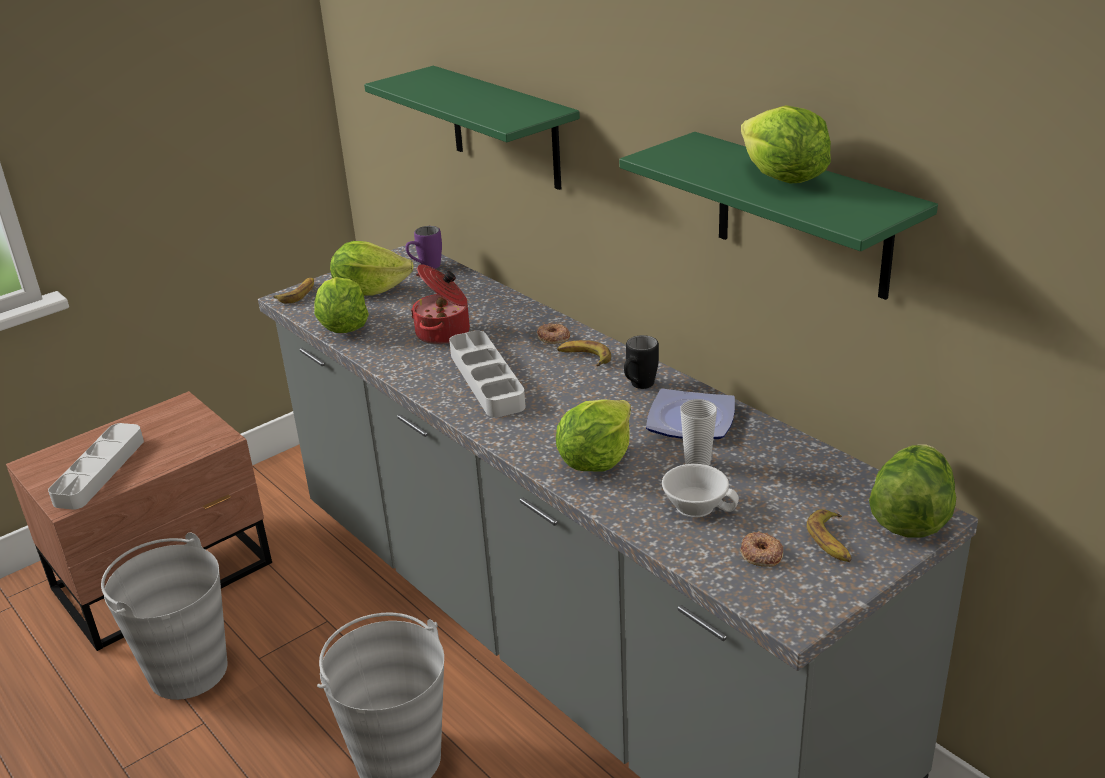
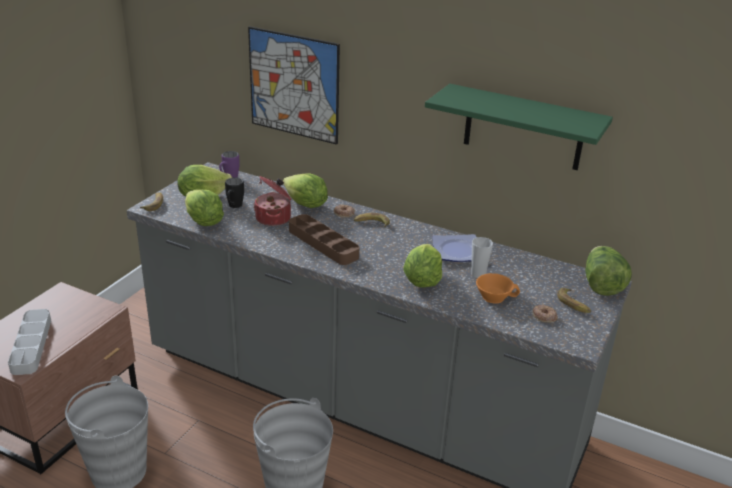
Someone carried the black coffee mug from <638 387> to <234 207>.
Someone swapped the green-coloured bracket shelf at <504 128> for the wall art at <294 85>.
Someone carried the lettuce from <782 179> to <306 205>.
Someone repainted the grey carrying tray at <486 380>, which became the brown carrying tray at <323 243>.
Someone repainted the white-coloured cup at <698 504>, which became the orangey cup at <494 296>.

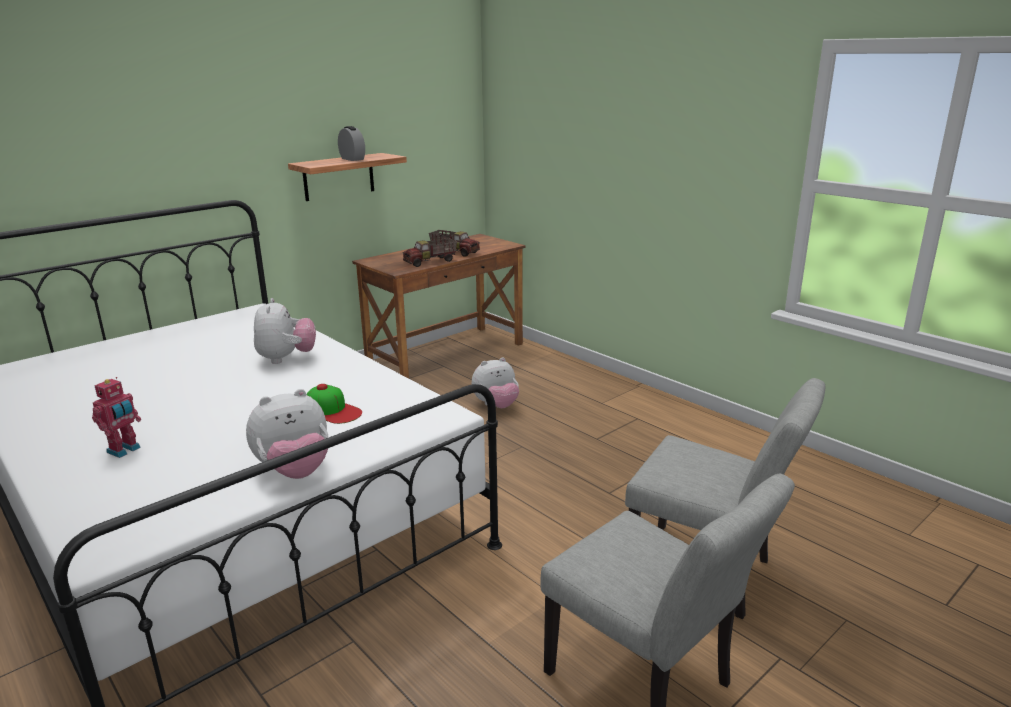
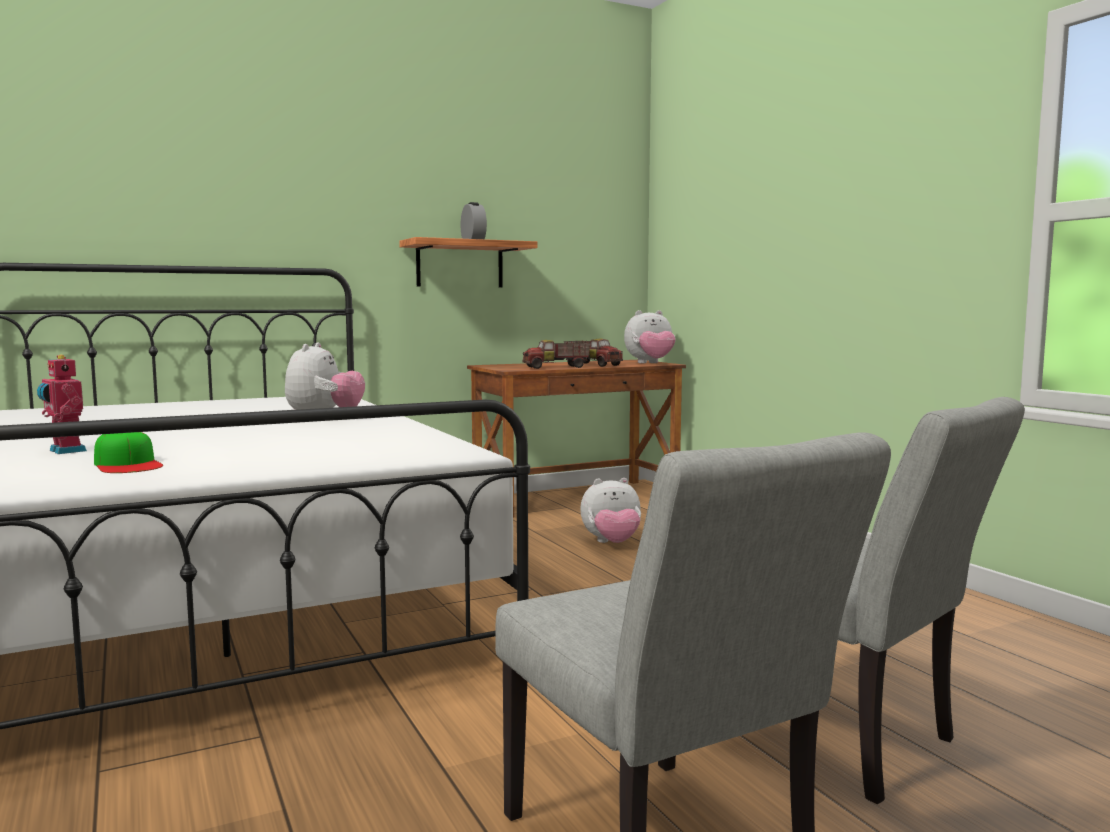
Someone rotated the robot figure at <125 450> by 90 degrees clockwise.
Someone carried the cap from <333 410> to <128 464>.
Someone carried the plush toy from <295 471> to <650 363>.

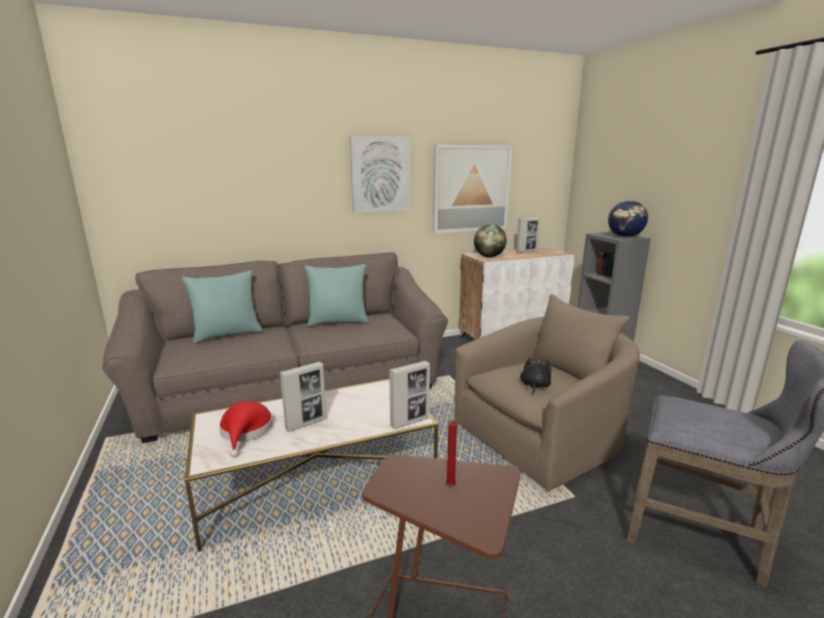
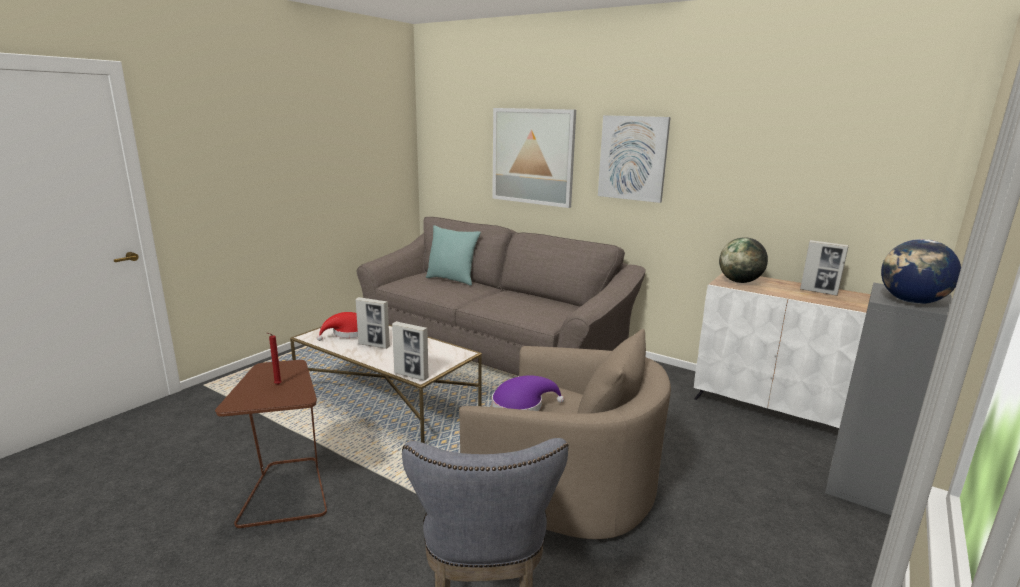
Someone carried the wall art from <471 189> to <532 156>.
Someone swapped the black plush toy at <534 386> for the purple wearable hat at <521 405>.
Someone took away the blue-green pillow at <338 322>.

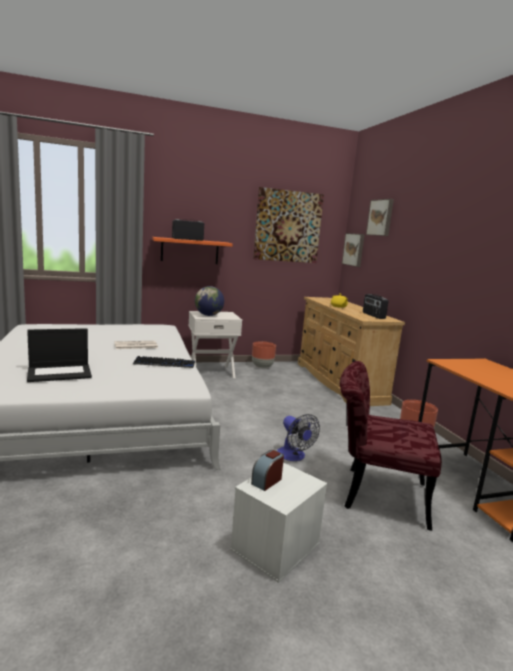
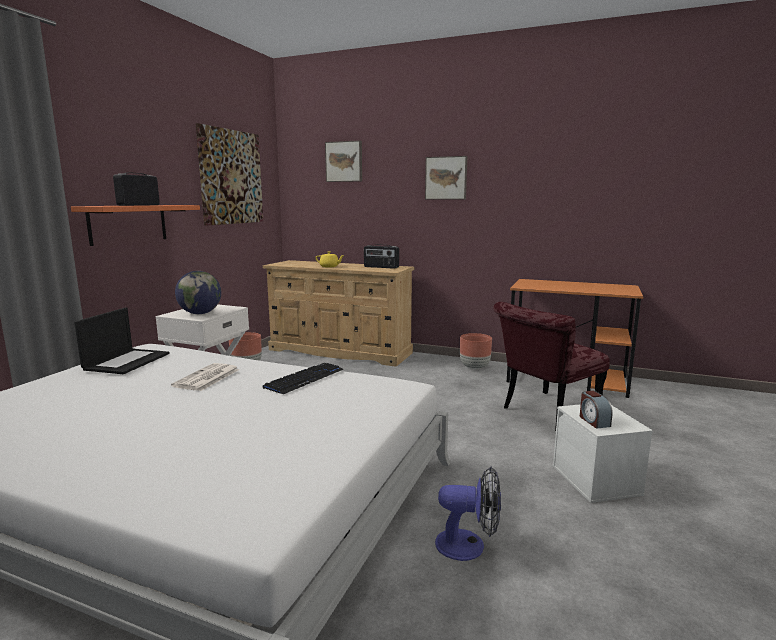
Someone carried the notebook computer from <60 373> to <127 361>.
Someone carried the wall art from <354 249> to <446 178>.
Someone carried the electric fan from <294 456> to <469 545>.

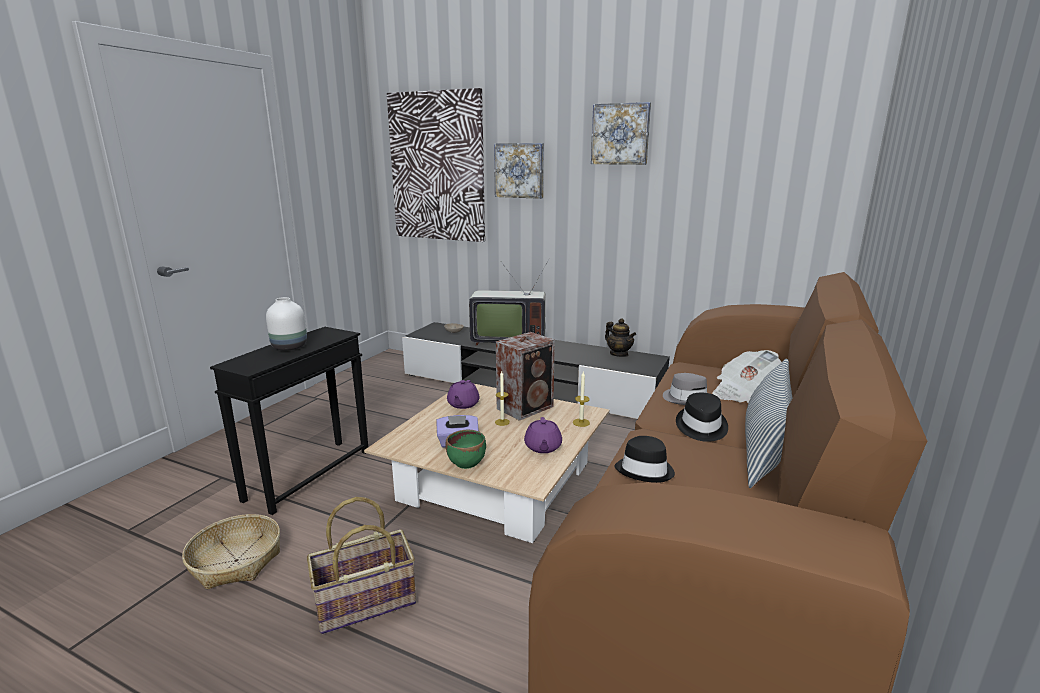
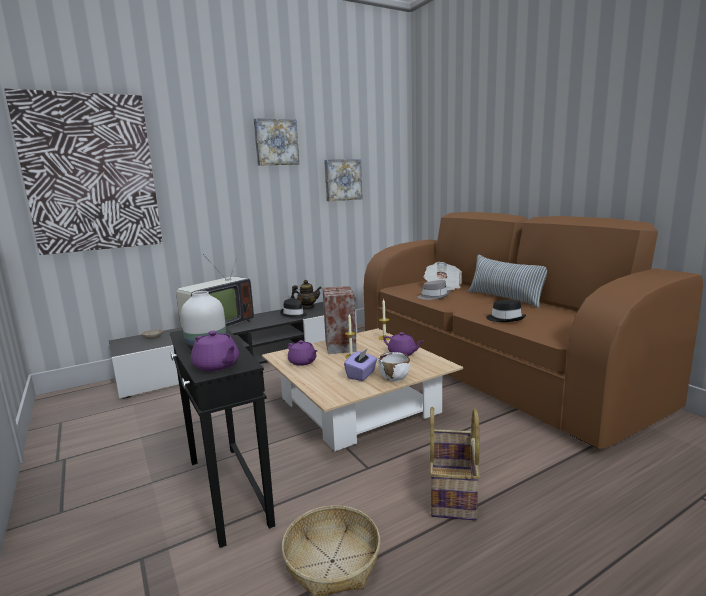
Someone put down the purple teapot at <217 366>.
Someone carried the black wearable hat from <701 427> to <294 315>.
Someone carried the wall art from <520 170> to <342 180>.
Someone repainted the green-coloured bowl at <466 462>, which became the white-coloured bowl at <394 377>.

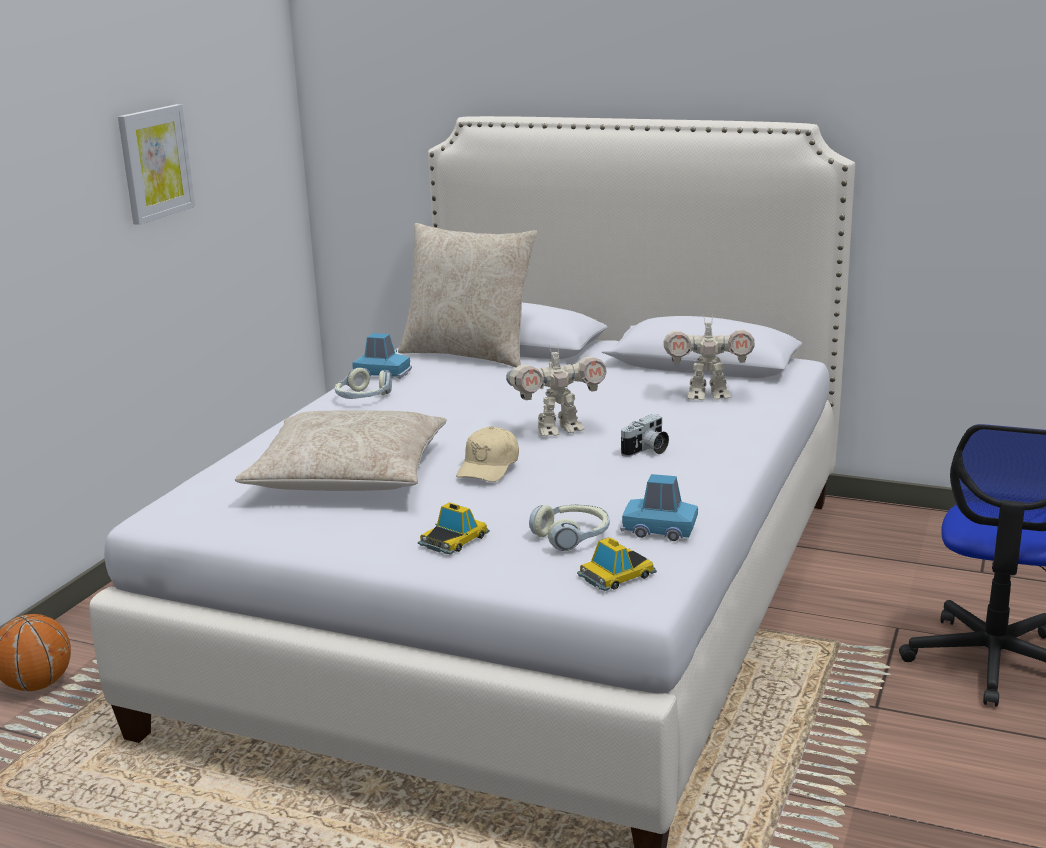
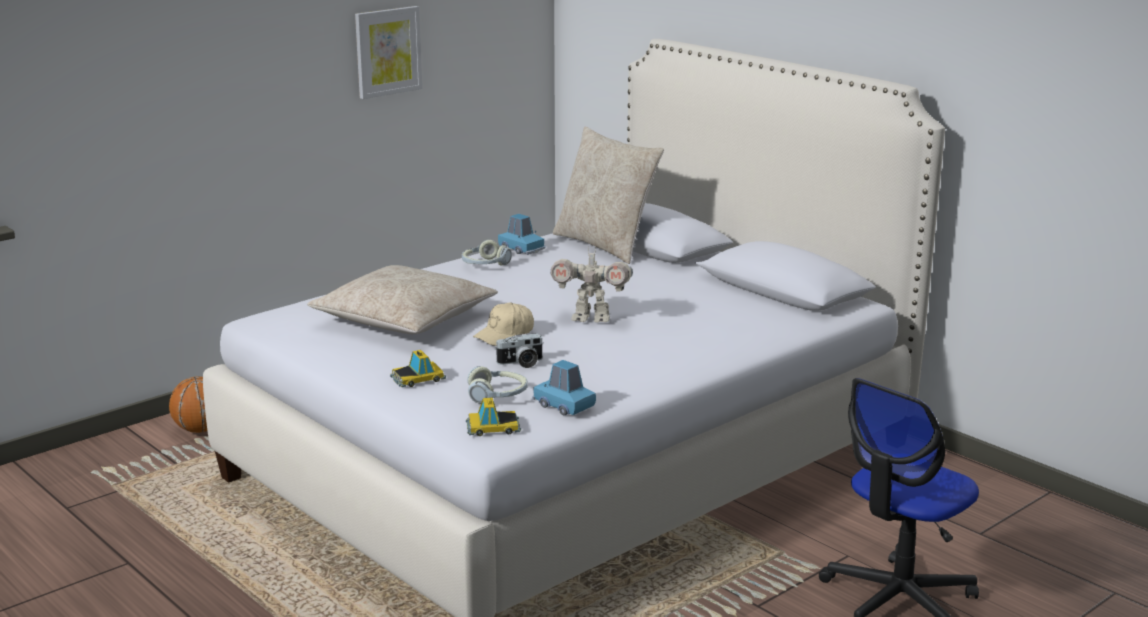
Someone carried the photo camera from <646 451> to <521 363>.
Someone took away the robot figure at <707 396>.

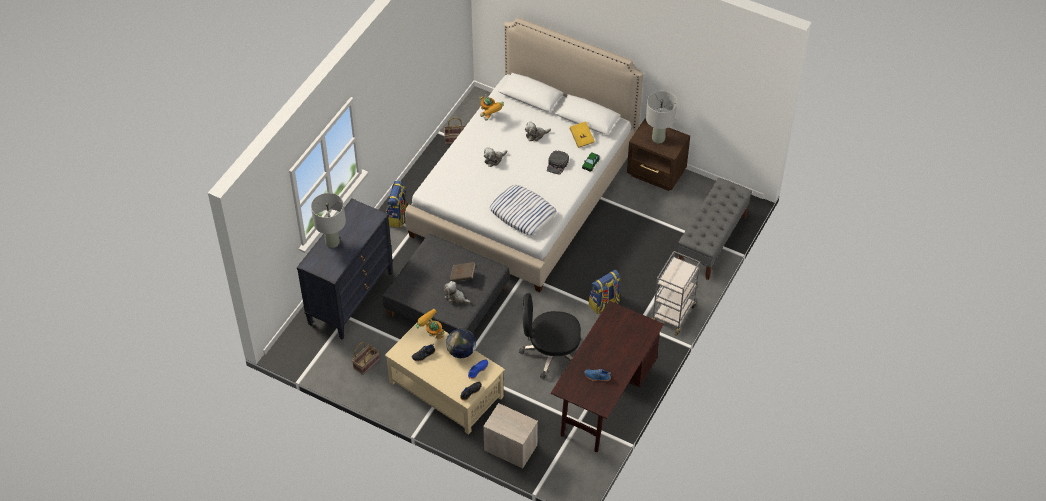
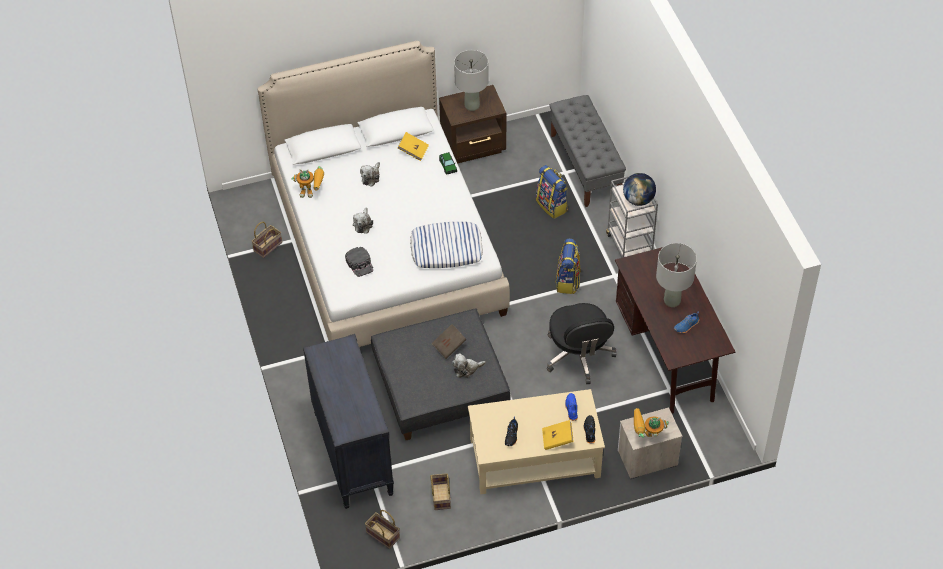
Someone carried the black cap from <557 164> to <360 263>.
Someone put down the household basket at <382 535>.
Someone carried the rucksack from <398 217> to <552 206>.
Someone put down the yellow book at <557 439>.
Someone rotated the black computer chair at <551 353> by 60 degrees counterclockwise.
Someone carried the desk globe from <461 352> to <638 200>.
Someone carried the robot figure from <431 335> to <646 437>.
Someone carried the grey table lamp from <332 242> to <671 301>.

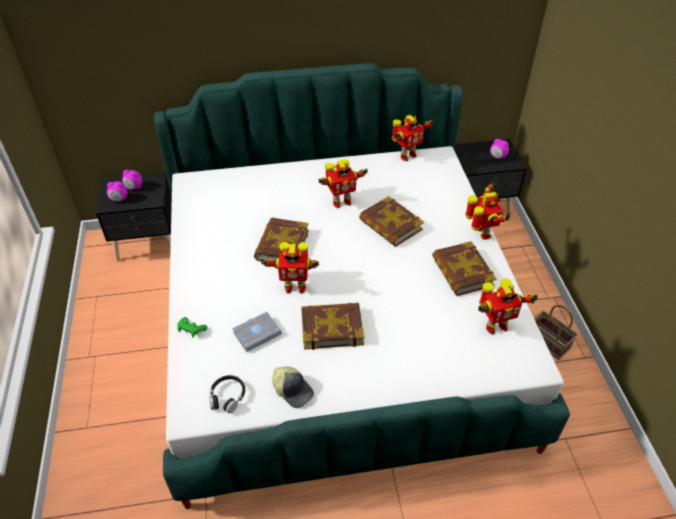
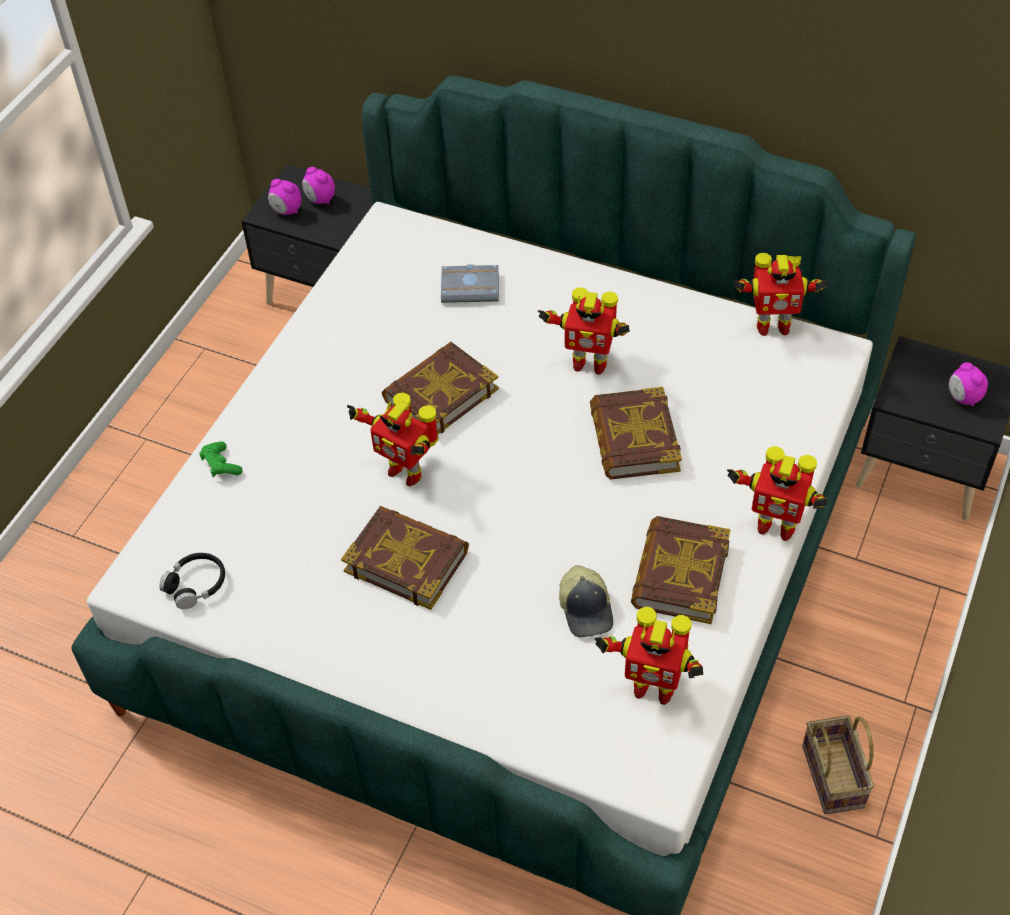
Someone carried the grey book from <257 333> to <471 287>.
Someone carried the cap from <293 390> to <587 609>.
Someone rotated the robot figure at <481 233> by 90 degrees clockwise.

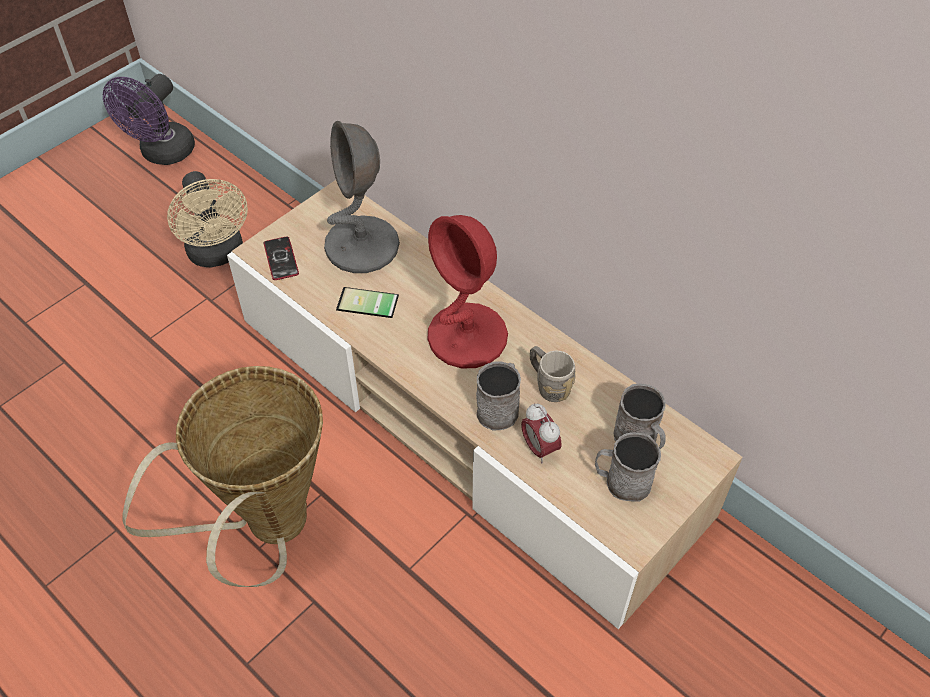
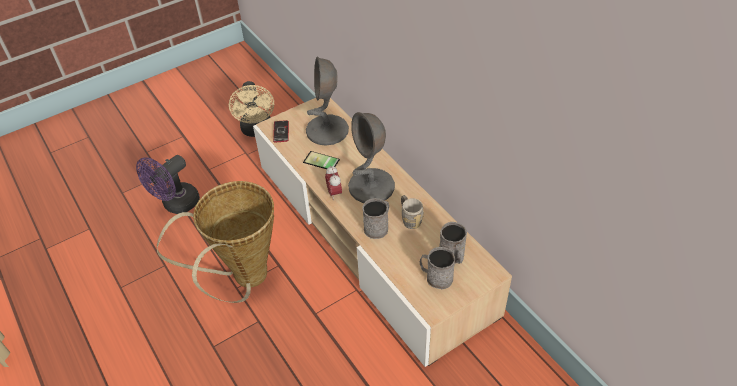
Someone carried the purple electric fan from <163 154> to <176 205>.
Someone carried the bedside clock from <539 448> to <334 193>.
Someone repainted the red table lamp at <468 337>, which became the grey table lamp at <371 187>.

